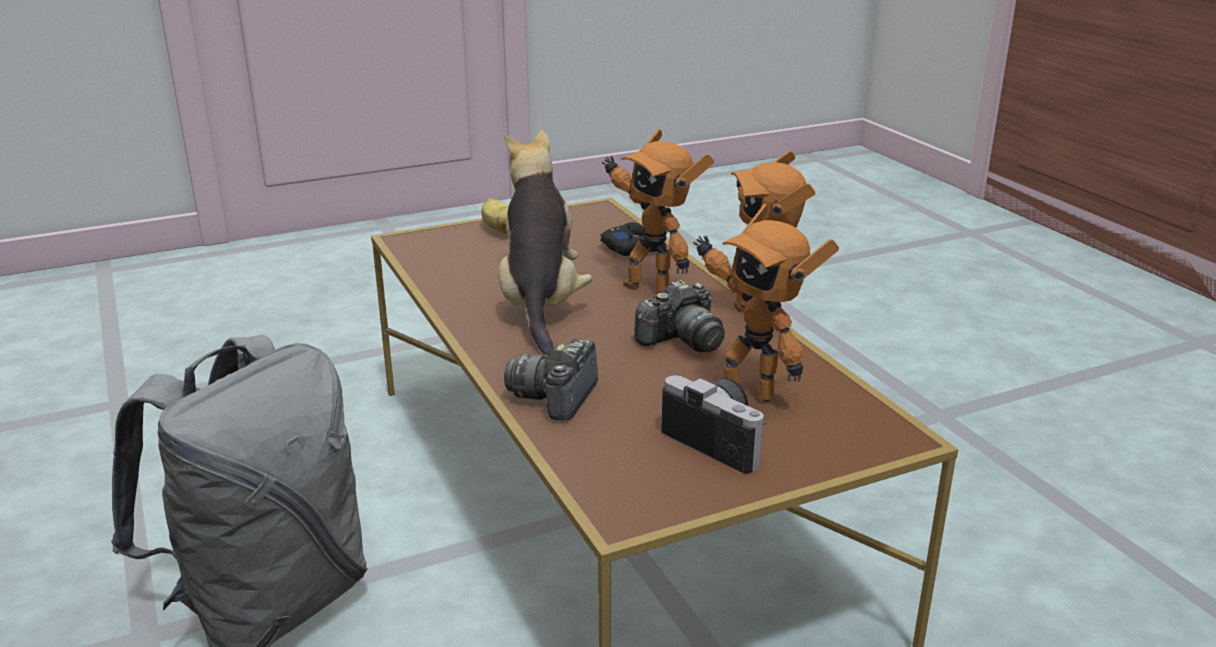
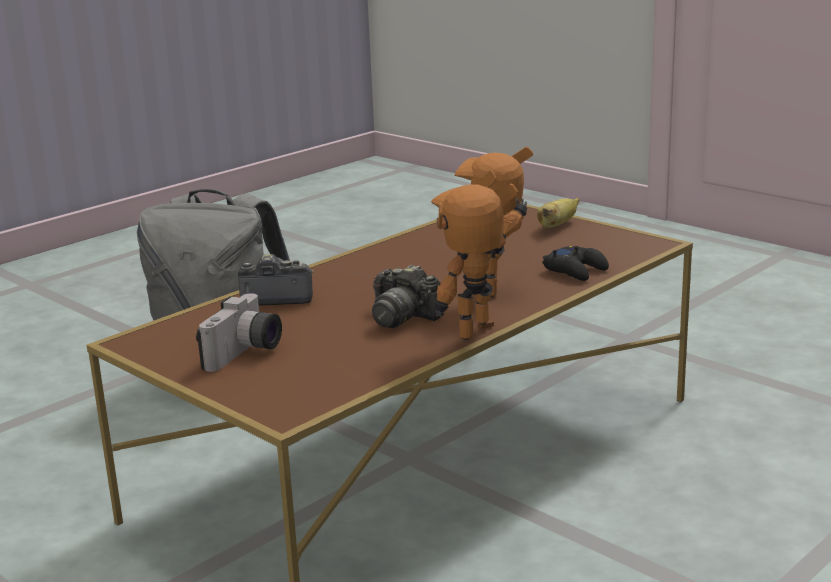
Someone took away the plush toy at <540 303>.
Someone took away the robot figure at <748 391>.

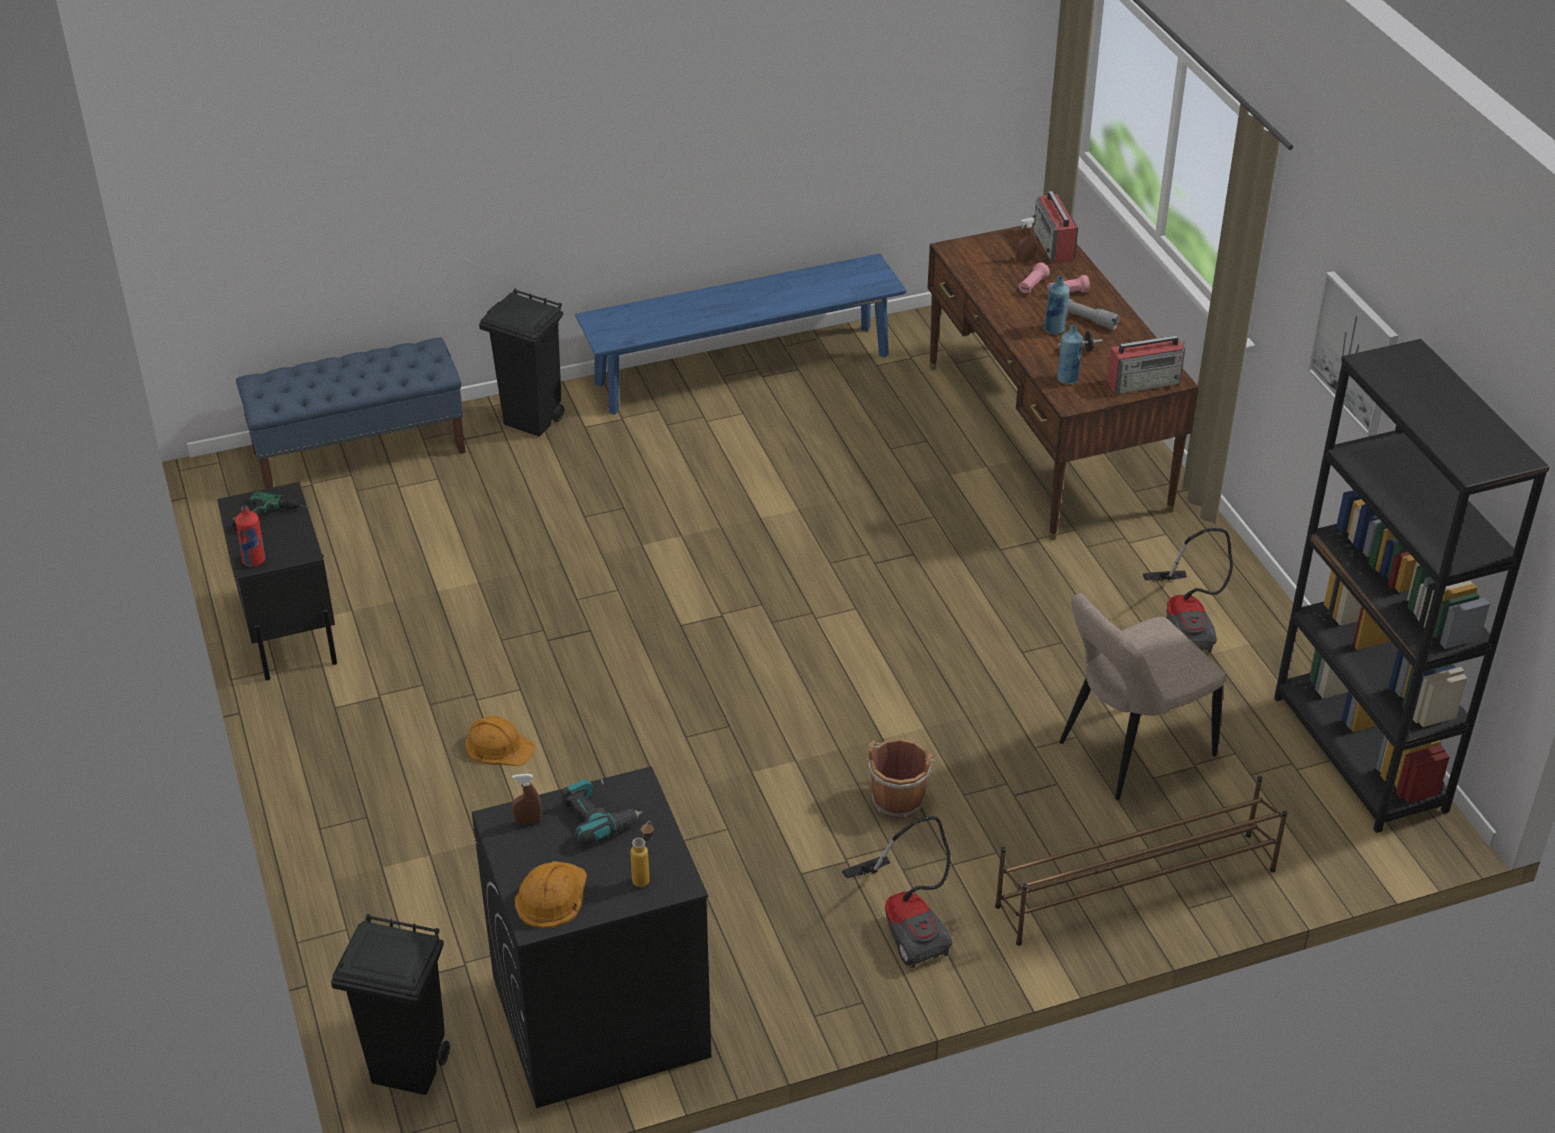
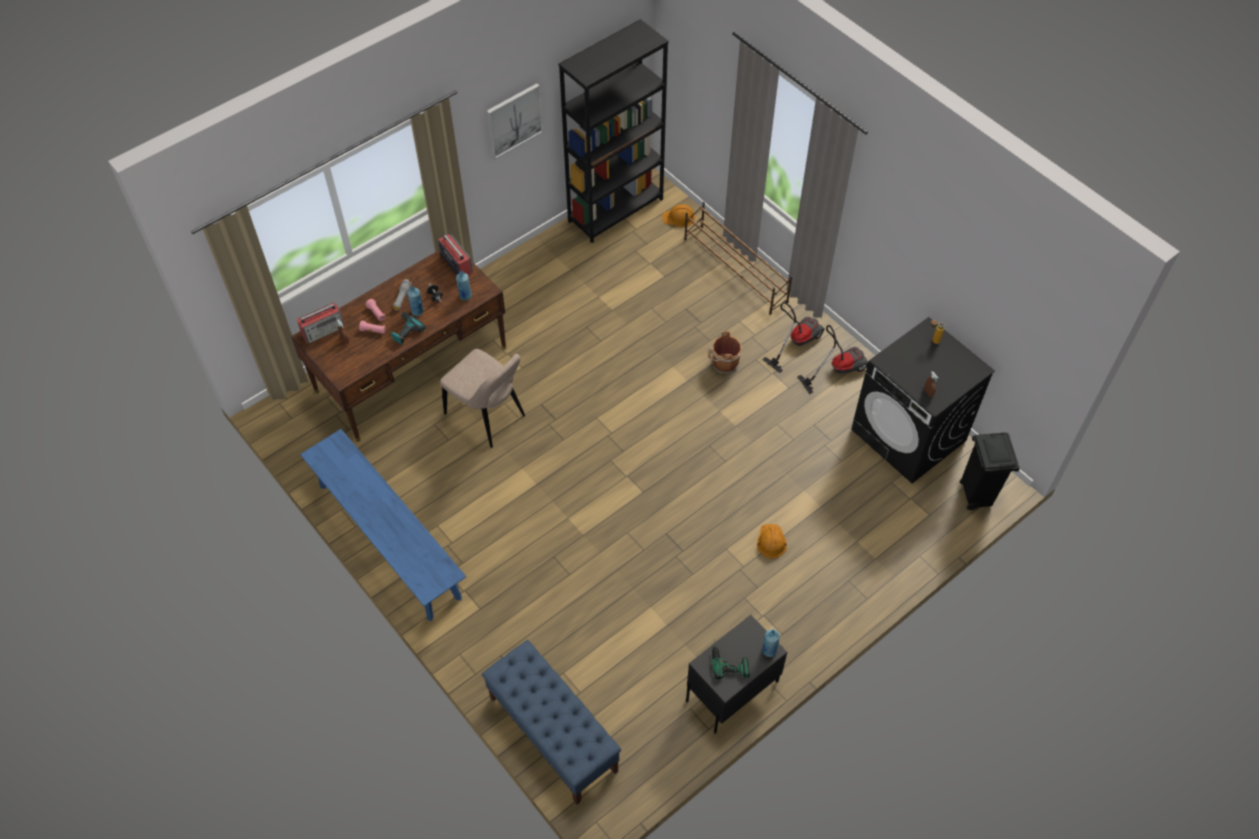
Someone carried the electric drill from <597 818> to <405 331>.
Someone carried the beige plain chair from <1130 751> to <488 417>.
Someone carried the orangey work helmet from <551 896> to <679 217>.
Someone repainted the red bottle at <254 560>, which became the bluish bottle at <769 650>.
Someone carried the vacuum cleaner from <1186 622> to <837 368>.
Someone took away the black waste bin at <533 421>.

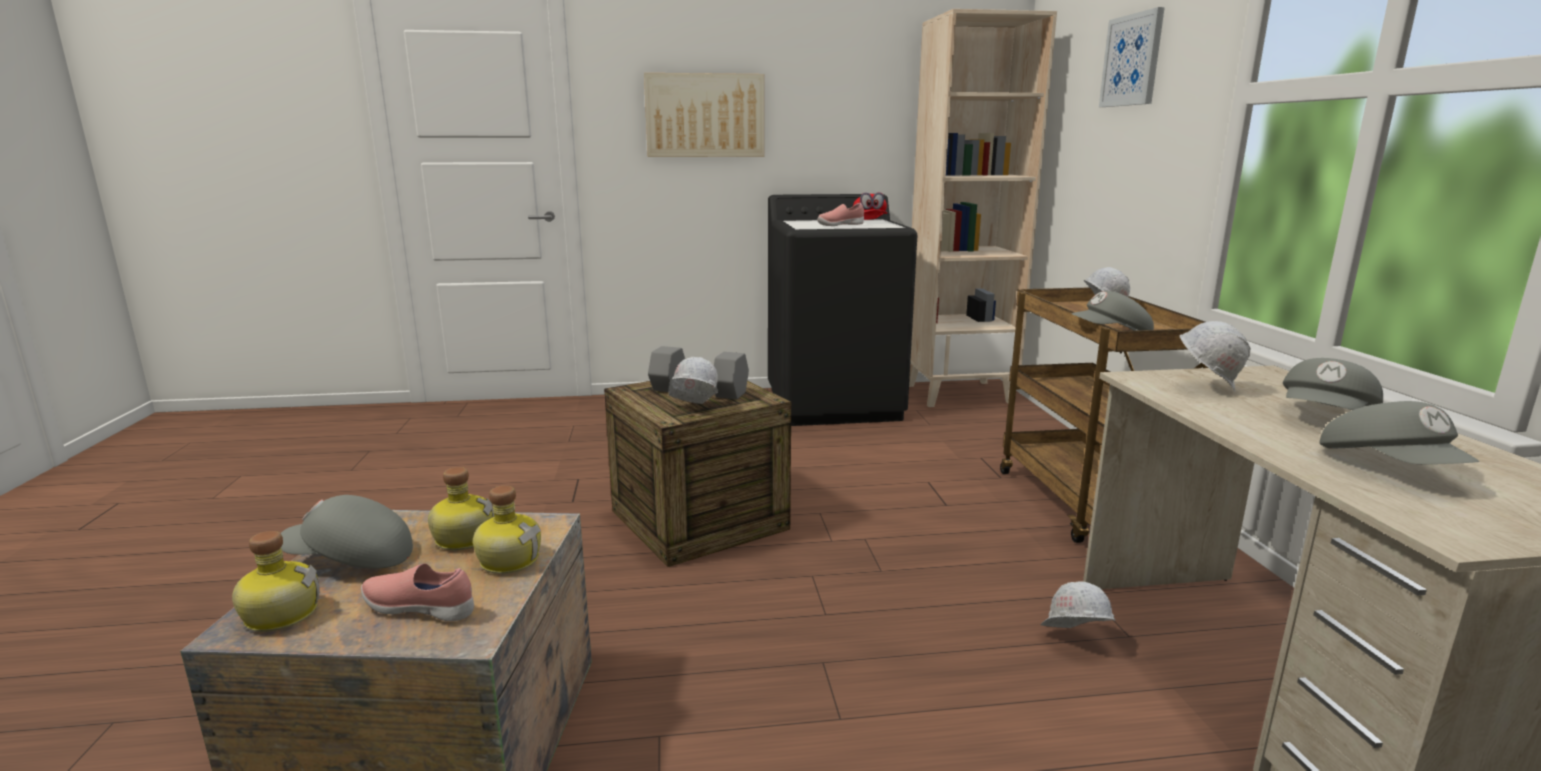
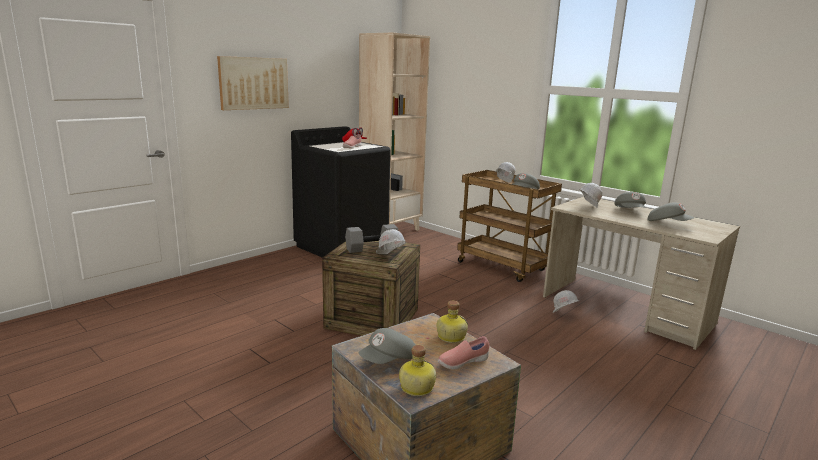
Someone took away the bottle at <462 538>.
Someone took away the wall art at <1132 60>.

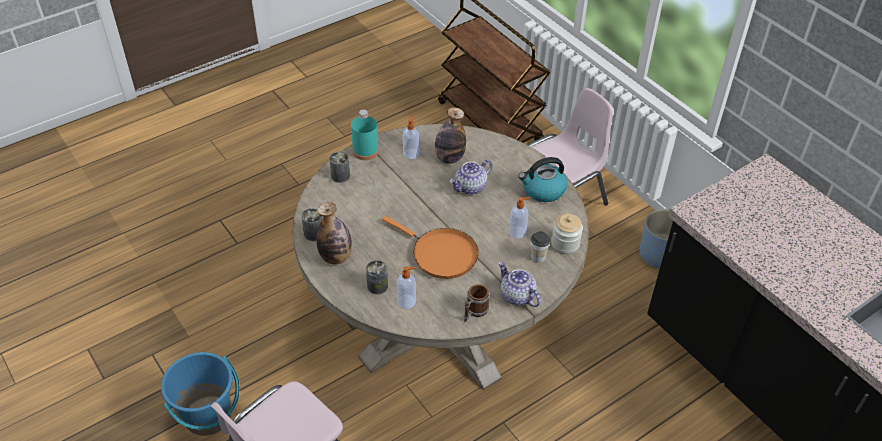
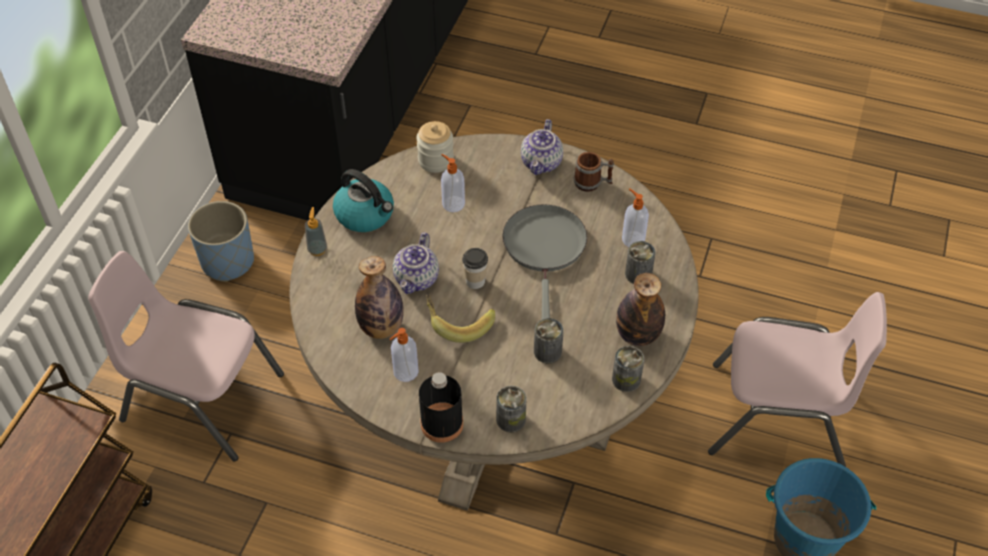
Someone put down the liquid soap bottle at <317 249>.
Someone rotated the teapot at <470 187> by 90 degrees clockwise.
Someone repainted the blue-green bottle at <365 151>, which became the black bottle at <442 424>.
Someone put down the banana fruit at <458 323>.
Someone carried the cup from <538 257> to <475 281>.
Someone repainted the orangey pan at <441 254>, which became the grey pan at <545 248>.
Someone put down the sealed can at <547 351>.

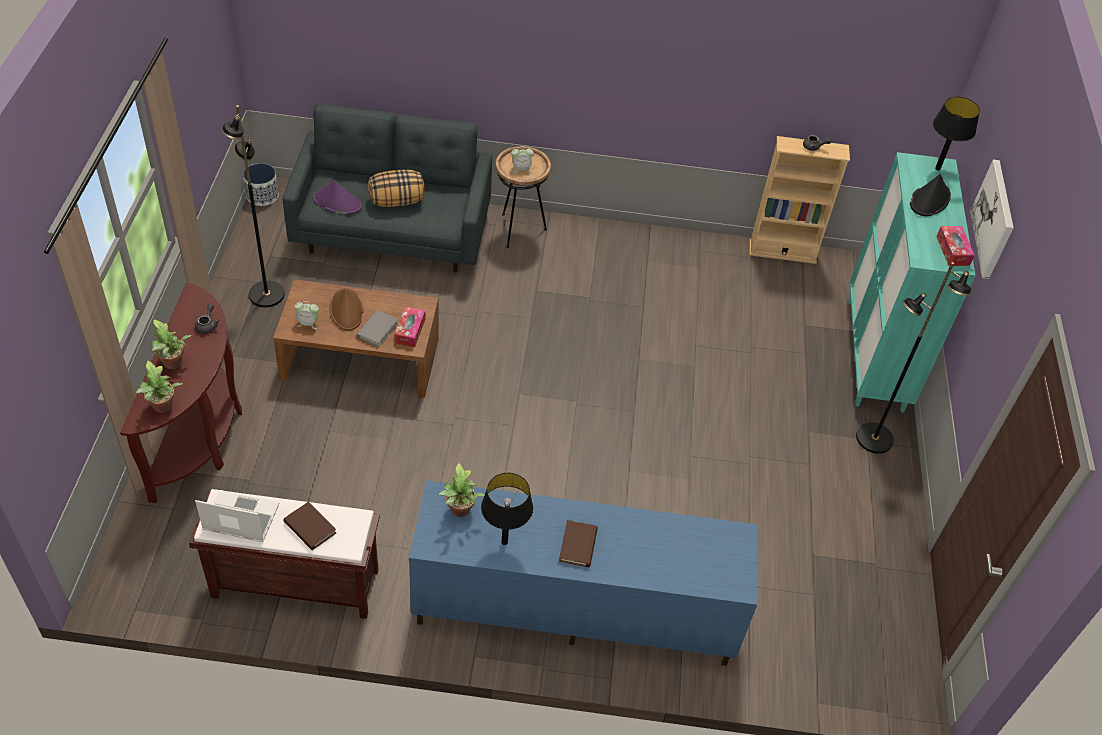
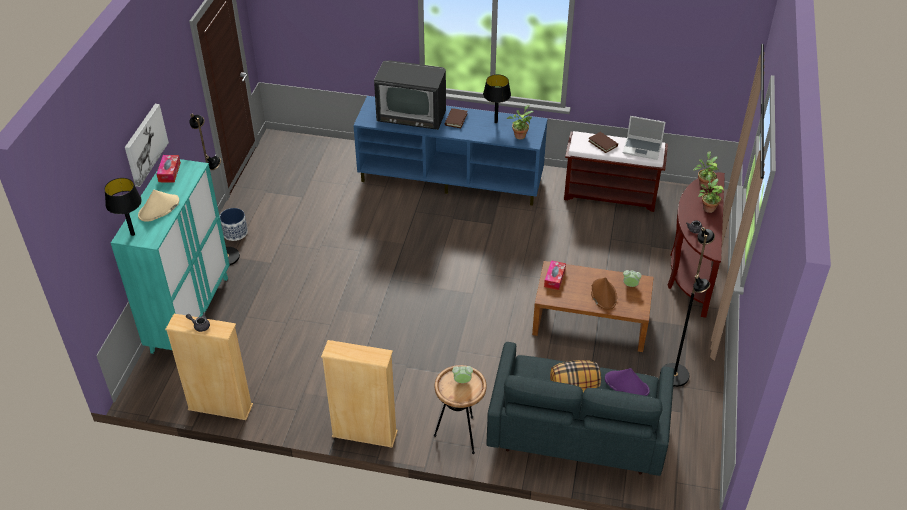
Someone repainted the black wearable hat at <929 200>, which became the beige wearable hat at <159 208>.
Someone carried the plant pot from <262 195> to <235 233>.
Someone put down the beige shelving unit at <364 434>.
Someone put down the TV set at <412 114>.
Someone took away the grey book at <377 330>.

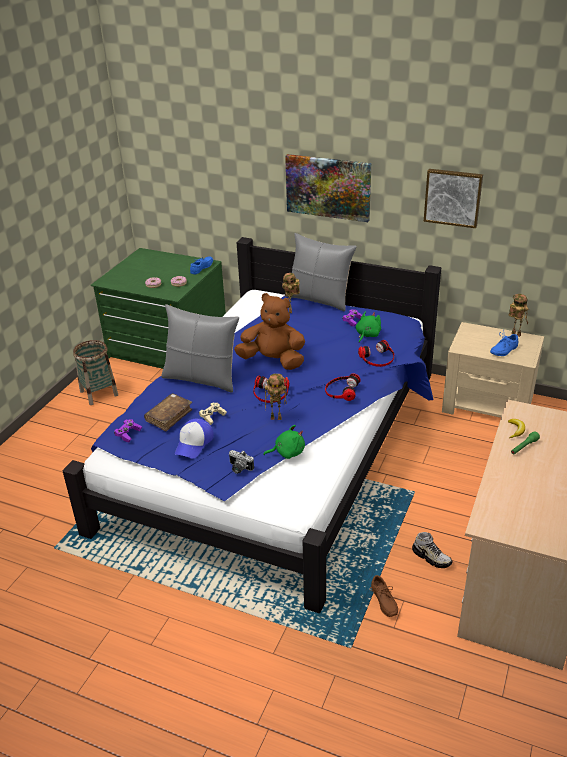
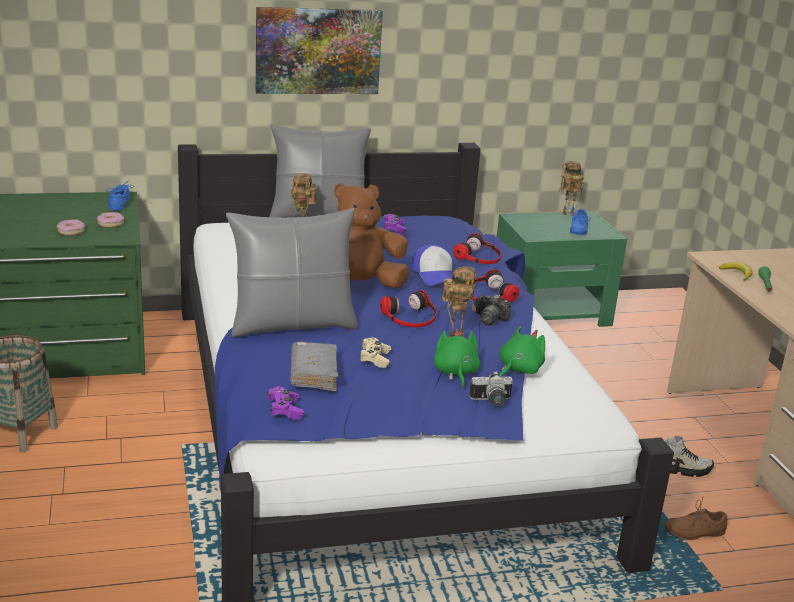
Someone repainted the brown book at <169 416>, which became the grey book at <313 374>.
Someone carried the cap from <194 443> to <434 275>.
Someone carried the green-coloured plush toy from <367 335> to <455 373>.
Someone put down the photo camera at <490 319>.
Someone repainted the beige bedside table at <488 404>, which became the green-coloured bedside table at <551 312>.
Someone rotated the brown low shoe at <382 602> by 135 degrees clockwise.
Someone took away the wall art at <453 197>.

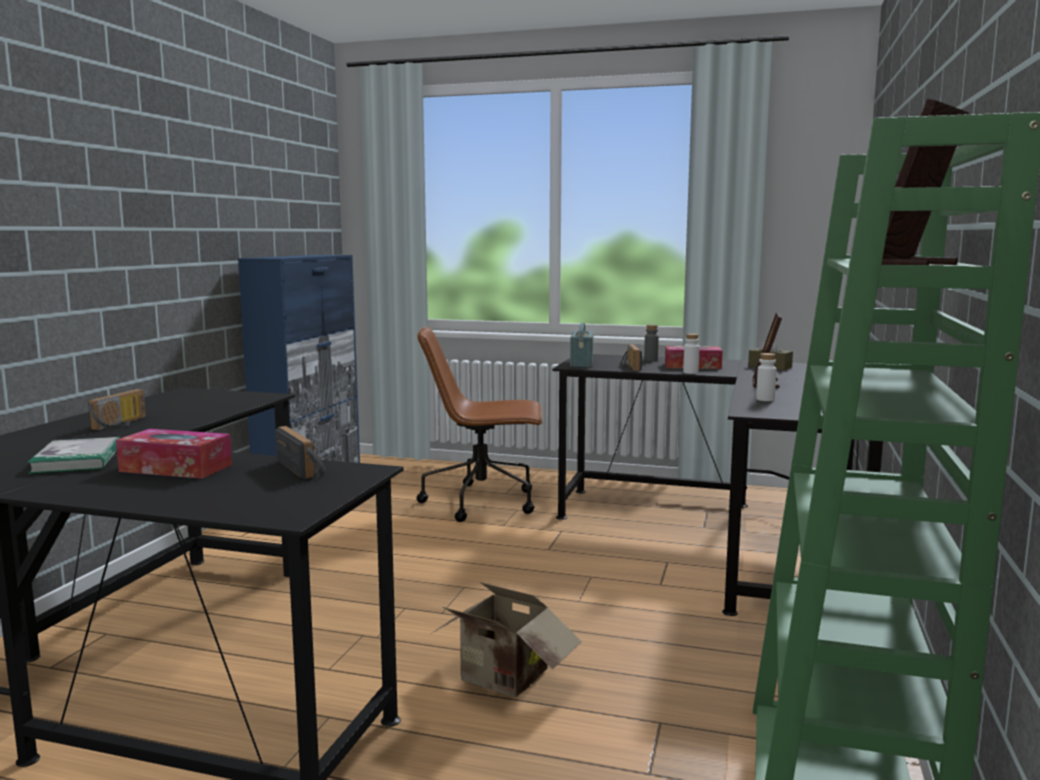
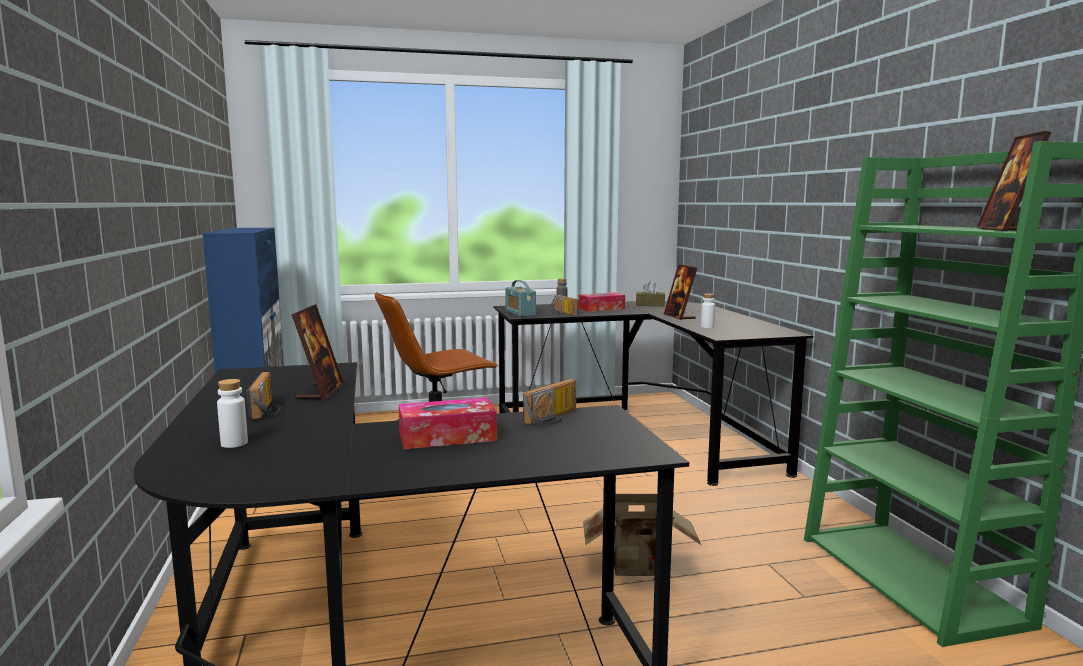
Someone carried the white-coloured bottle from <690 372> to <234 443>.
Someone put down the picture frame at <320 392>.
Someone rotated the radio at <304 468> by 105 degrees clockwise.
Someone took away the book at <77 459>.

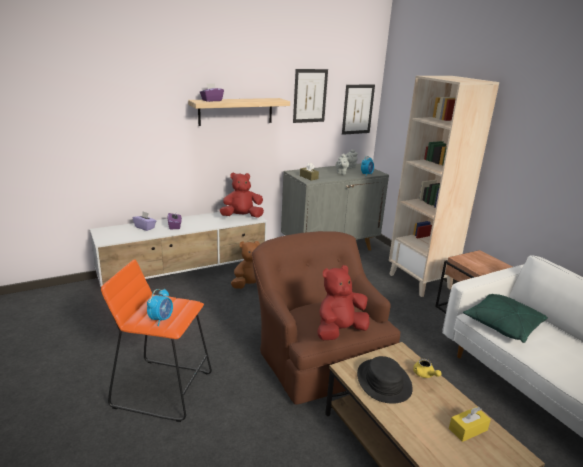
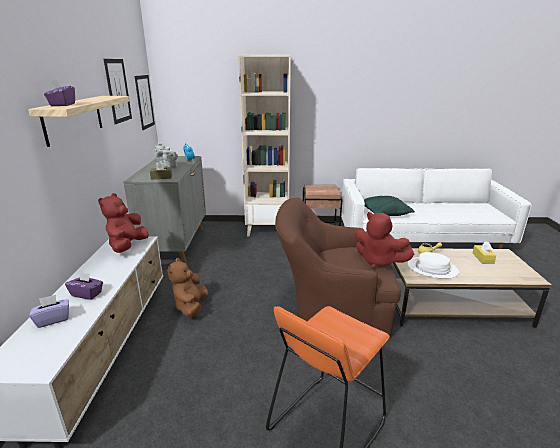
Someone rotated the red plush toy at <339 331> by 45 degrees counterclockwise.
Someone repainted the black wearable hat at <383 381>, which became the white-coloured wearable hat at <432 269>.
Someone took away the bedside clock at <161 319>.

